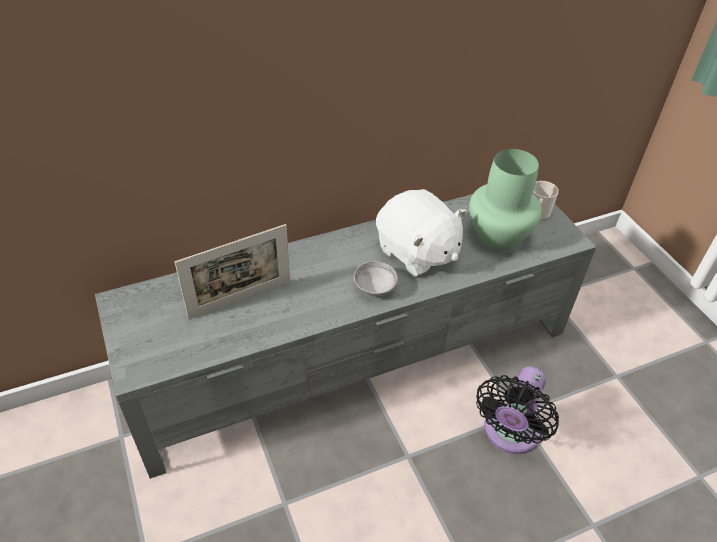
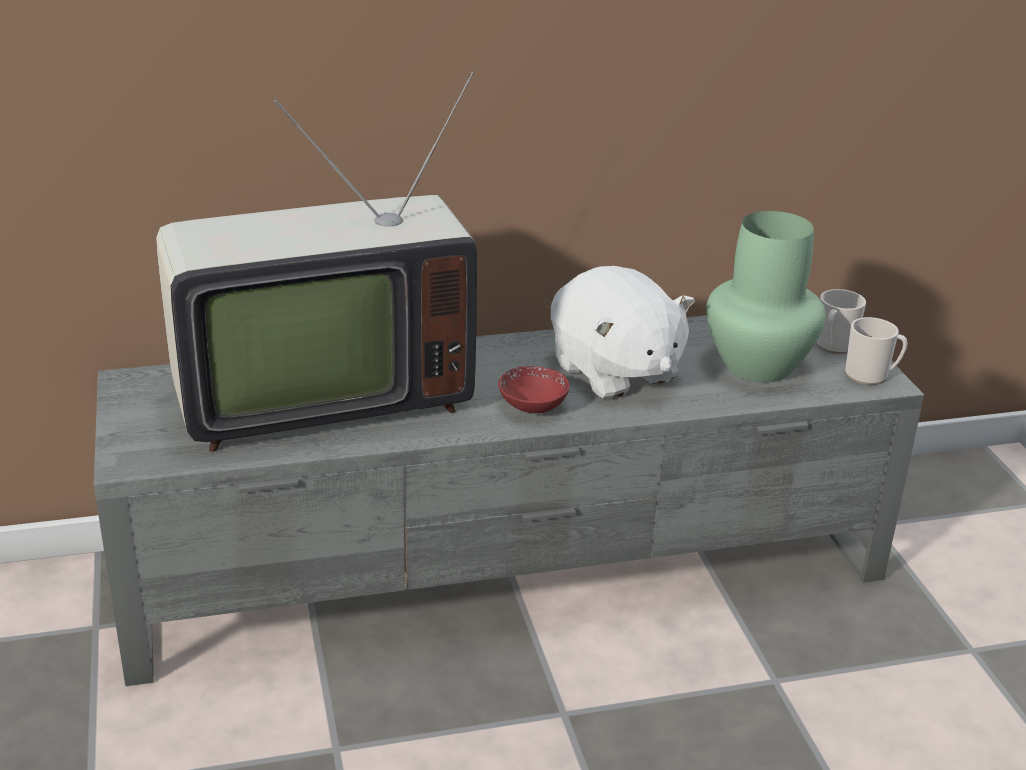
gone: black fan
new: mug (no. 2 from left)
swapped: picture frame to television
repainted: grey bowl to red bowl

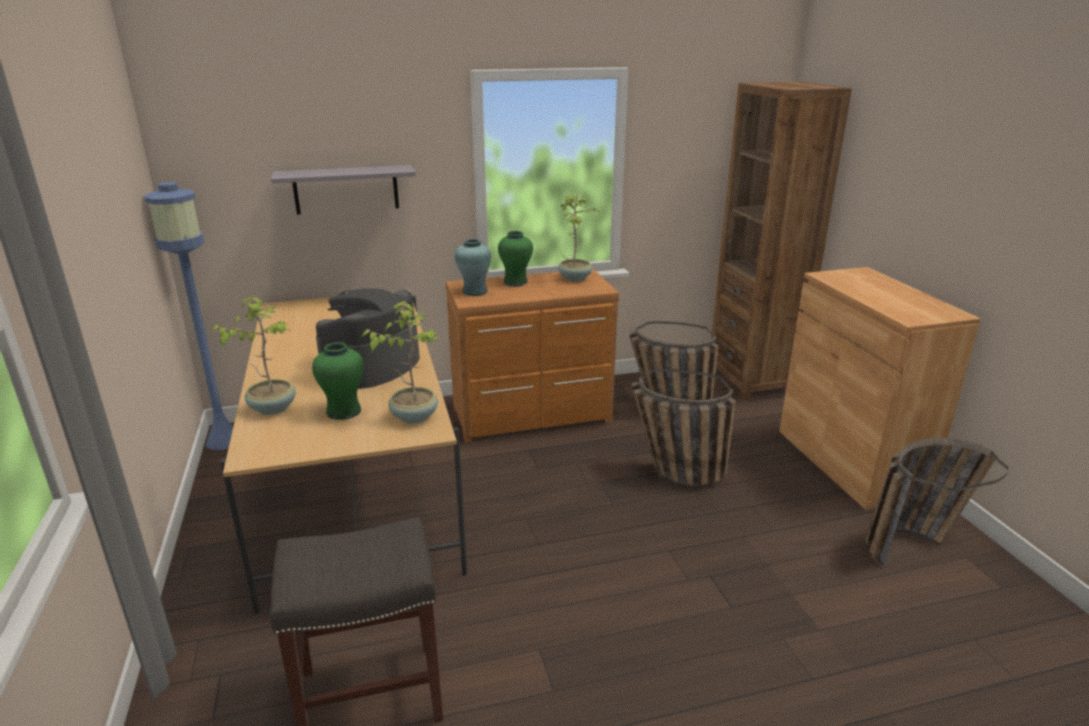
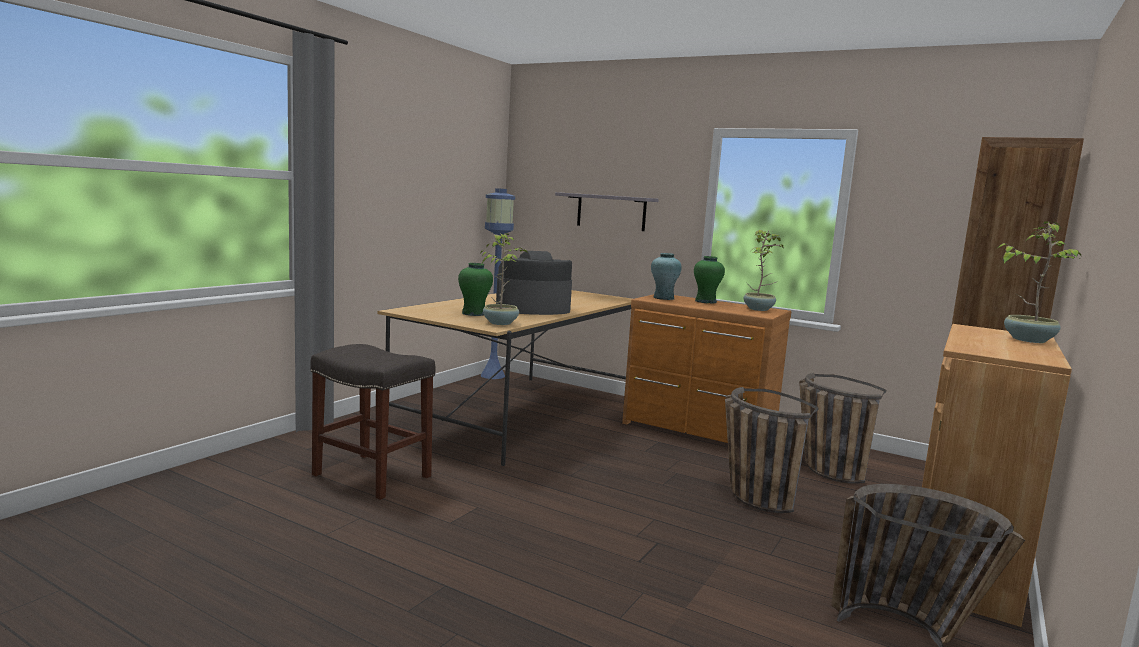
shifted: potted plant (no. 1 from left in the first image) to potted plant (no. 3 from left)

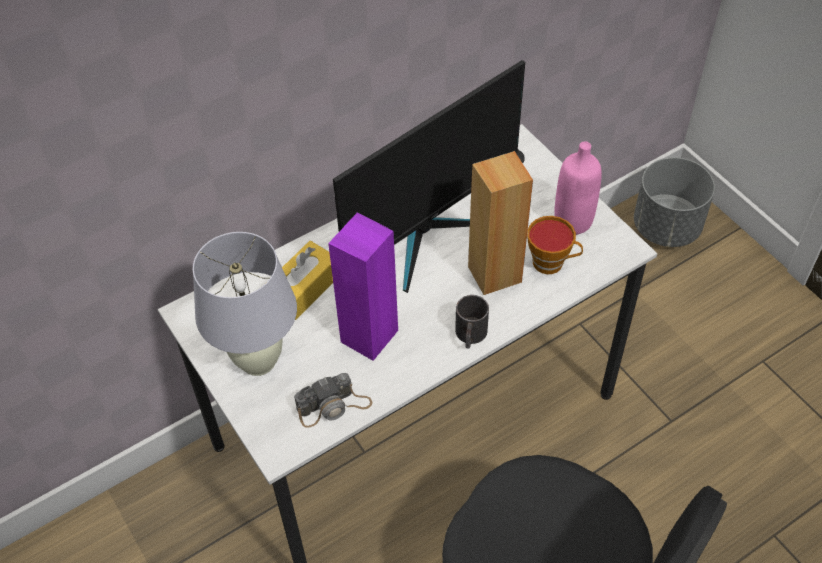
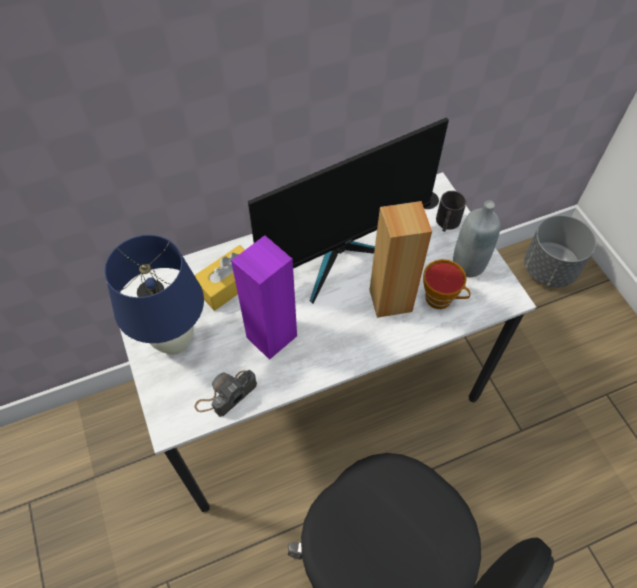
shifted: black mug
repainted: white table lamp to blue table lamp; pink bottle to grey bottle
rotated: photo camera 150 degrees clockwise

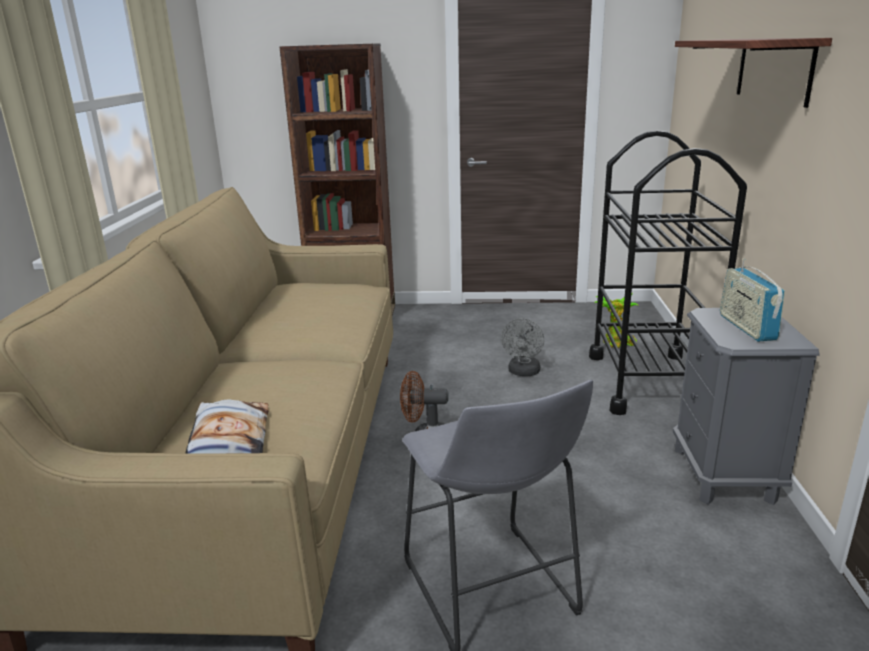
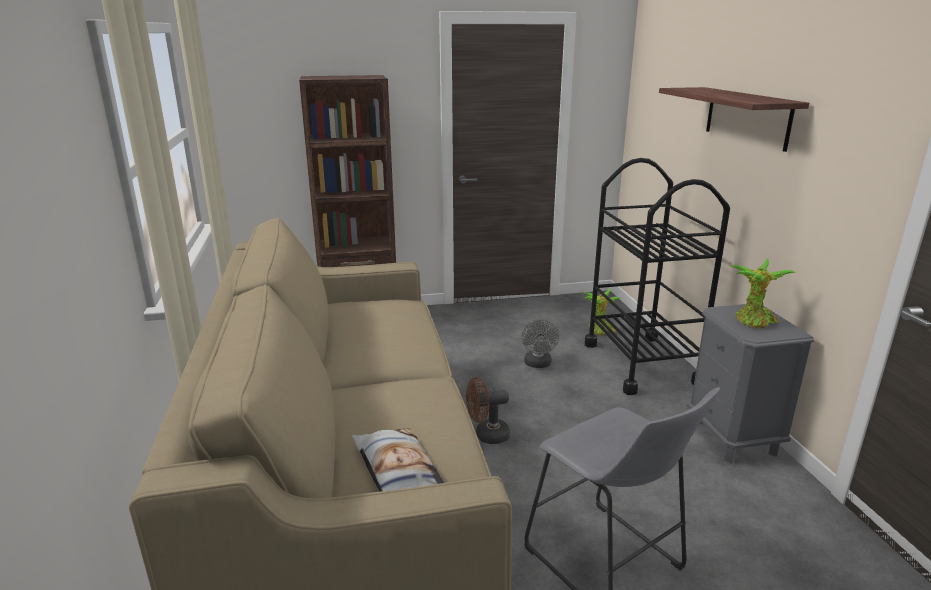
swapped: radio to potted plant (no. 2 from left)

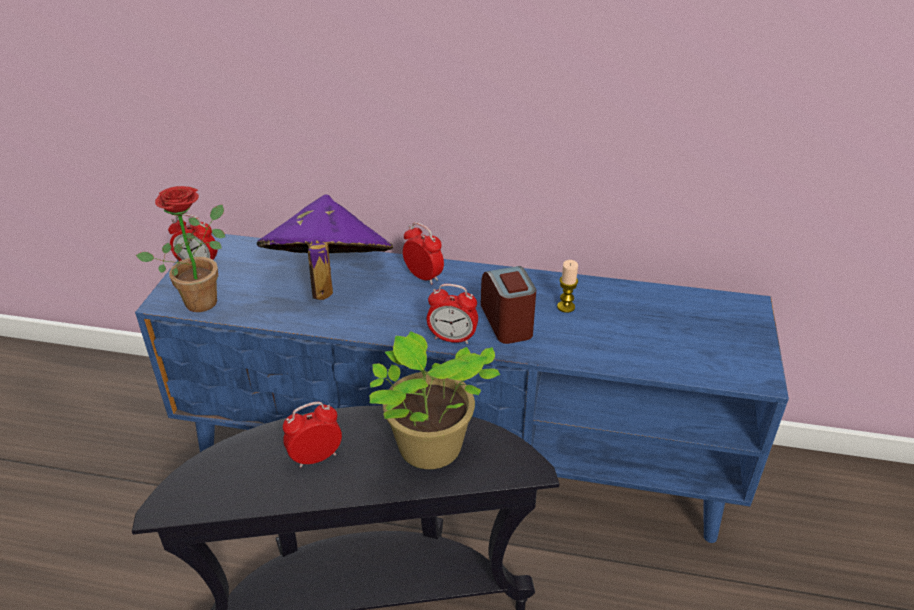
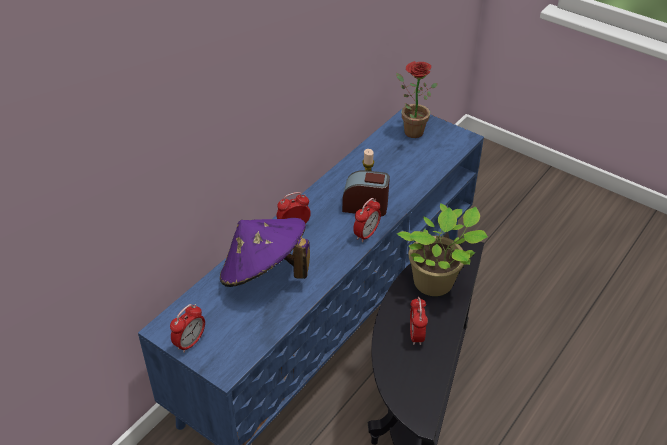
shifted: potted plant (no. 1 from left)

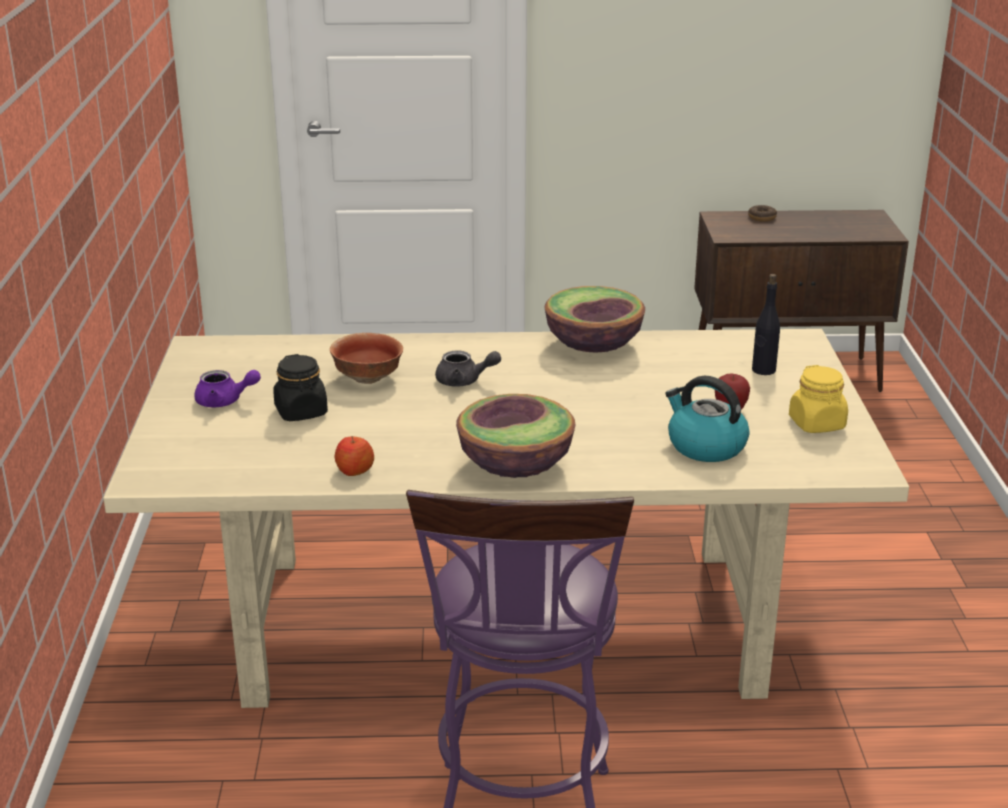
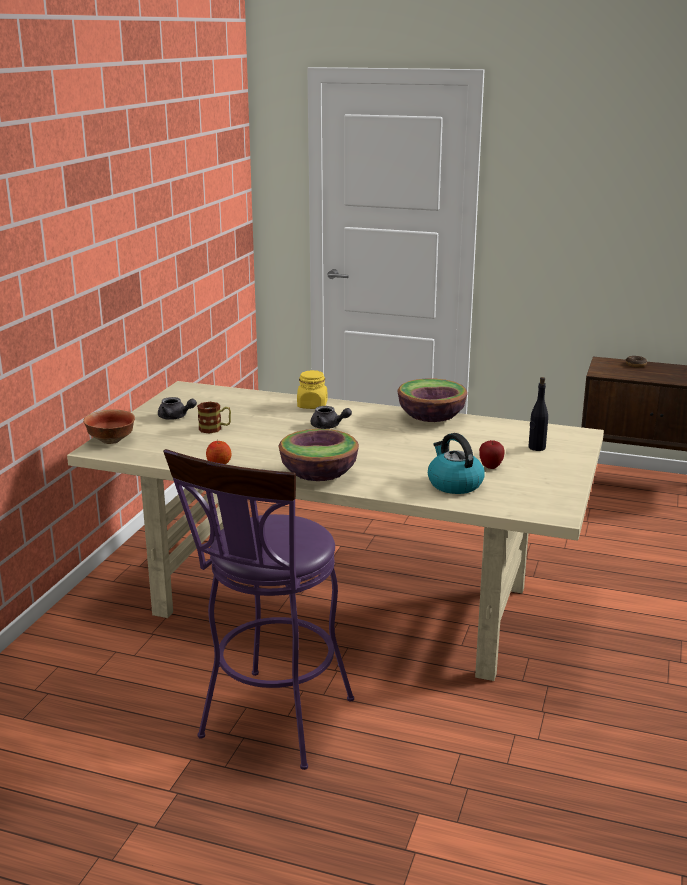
shifted: bowl (no. 1 from left); yellow jar
swapped: black jar to mug
repainted: purple teapot to grey teapot (no. 1 from left)

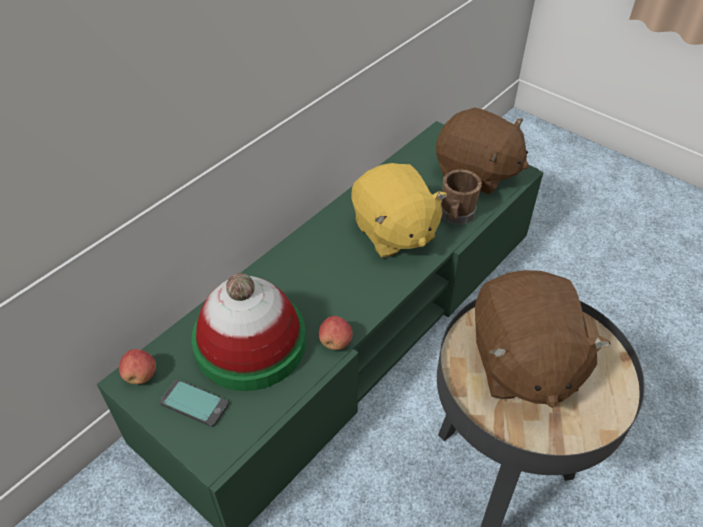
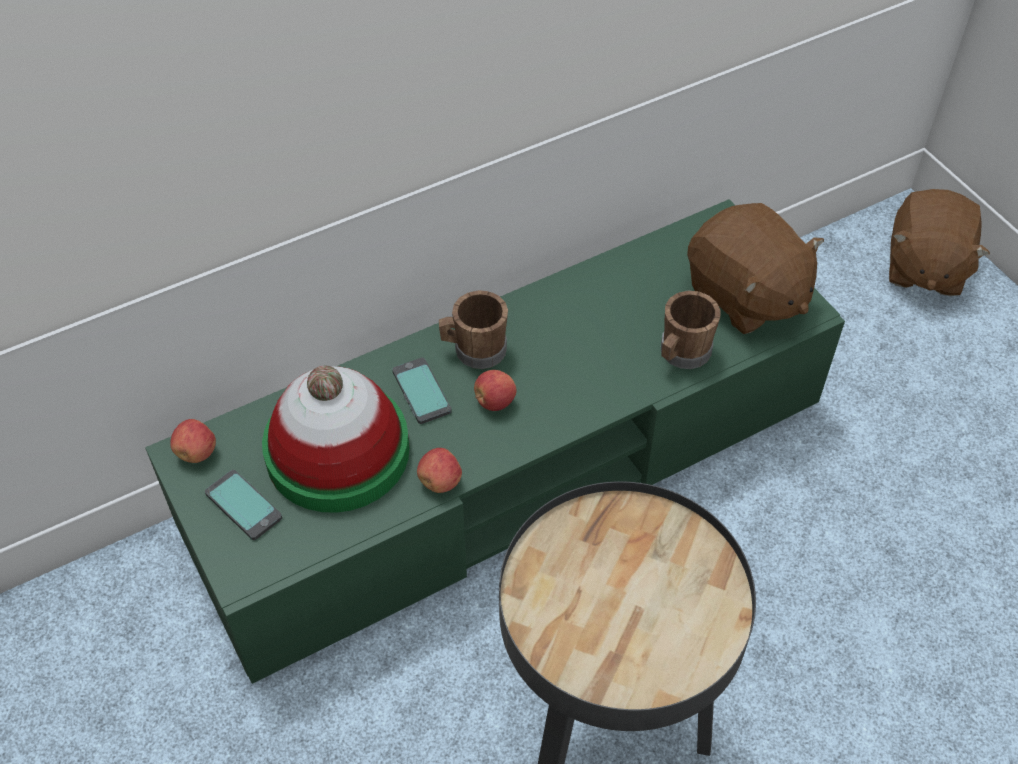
gone: yellow plush toy
new: phone (no. 2 from left); brown mug (no. 1 from left); apple (no. 3 from left)
shifted: brown plush toy (no. 2 from left)

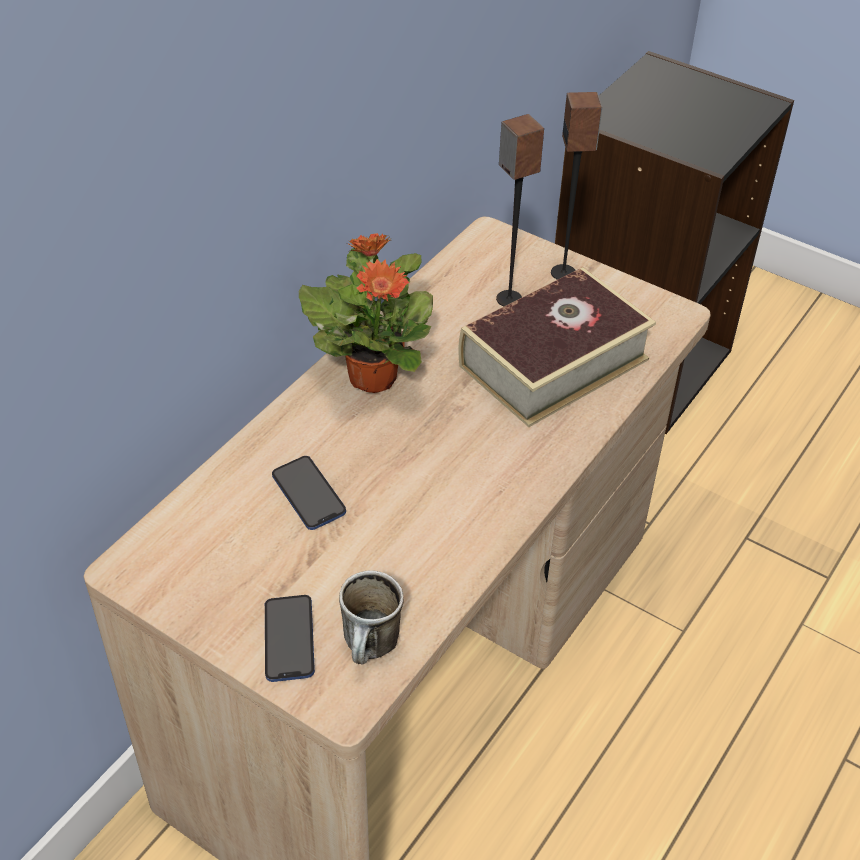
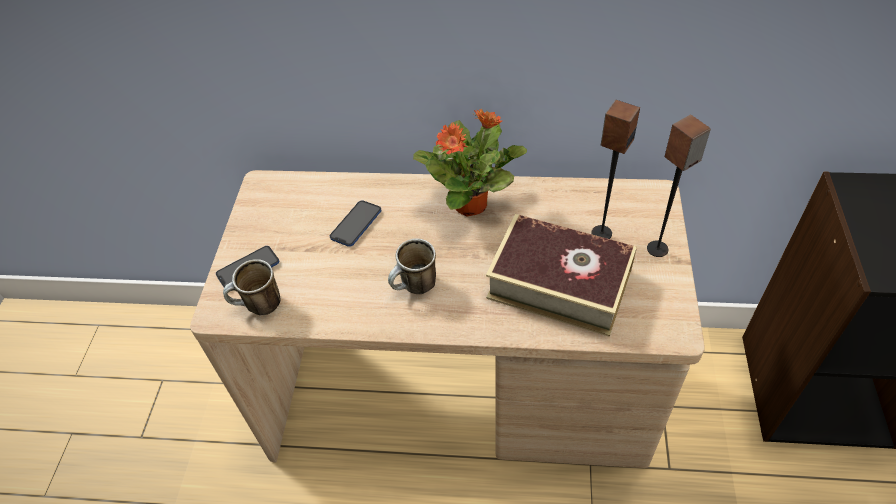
new: mug (no. 2 from left)

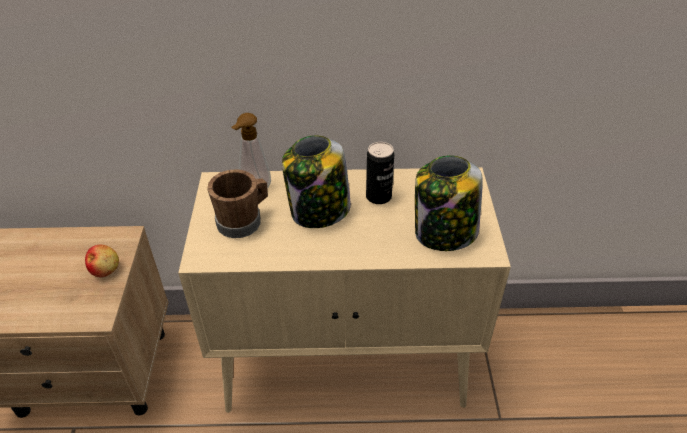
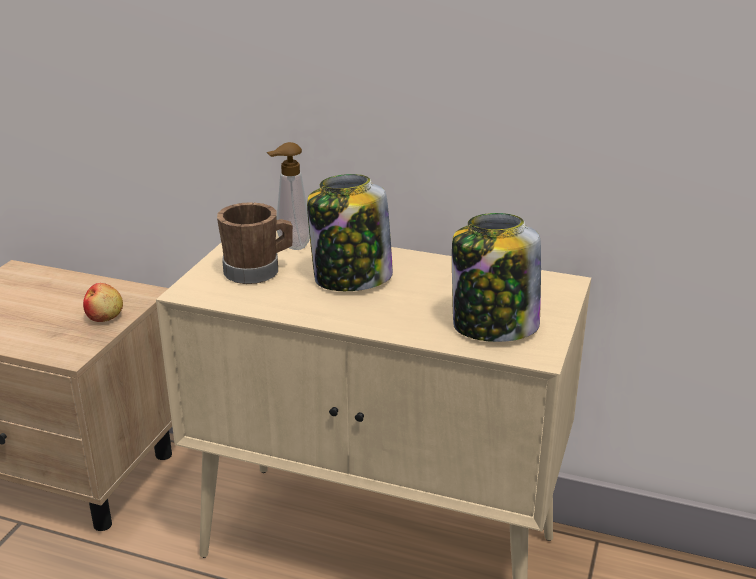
gone: can

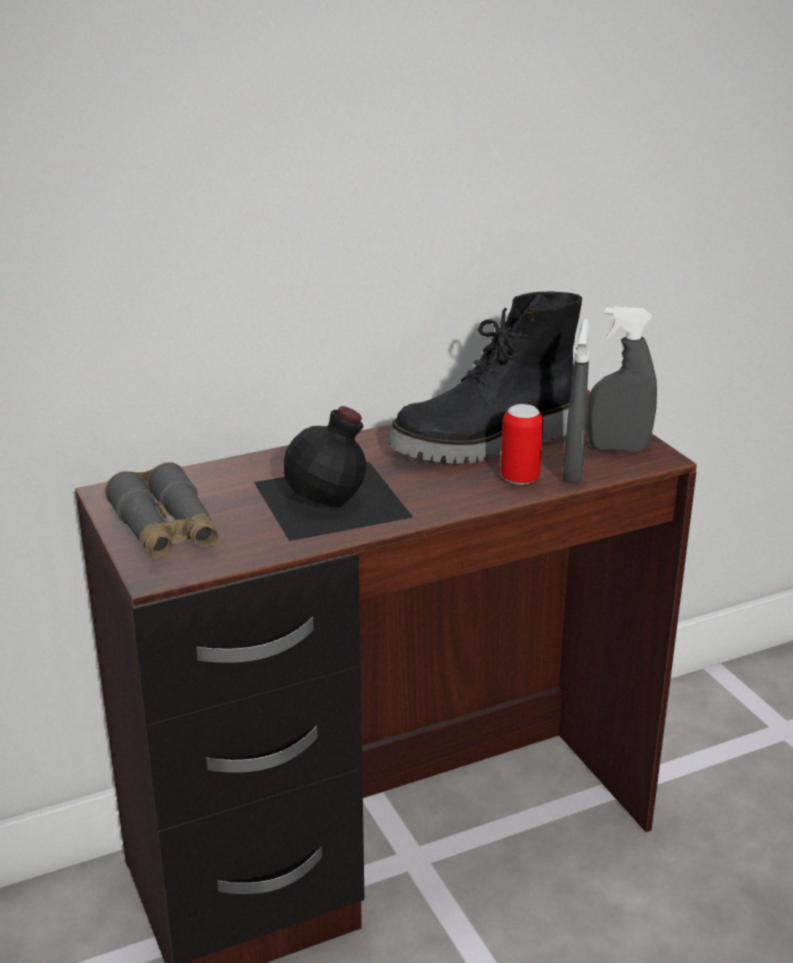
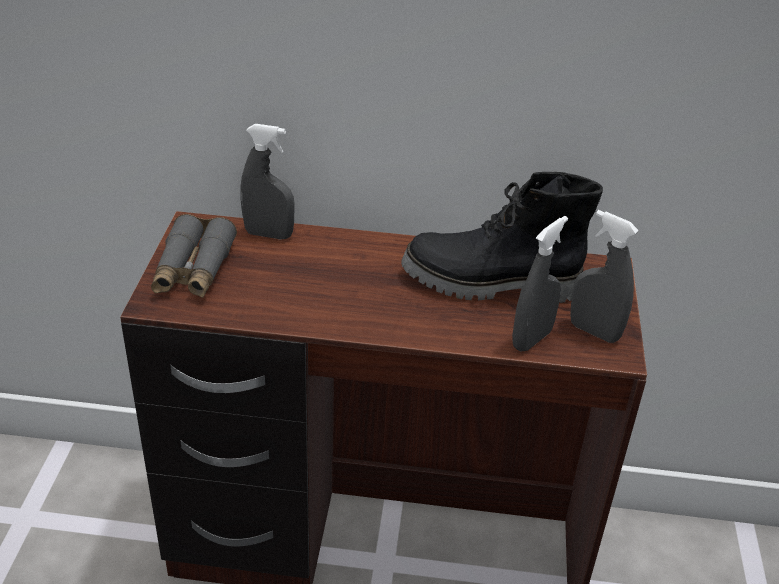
gone: black bottle; can
new: grey spray bottle (no. 1 from left)

